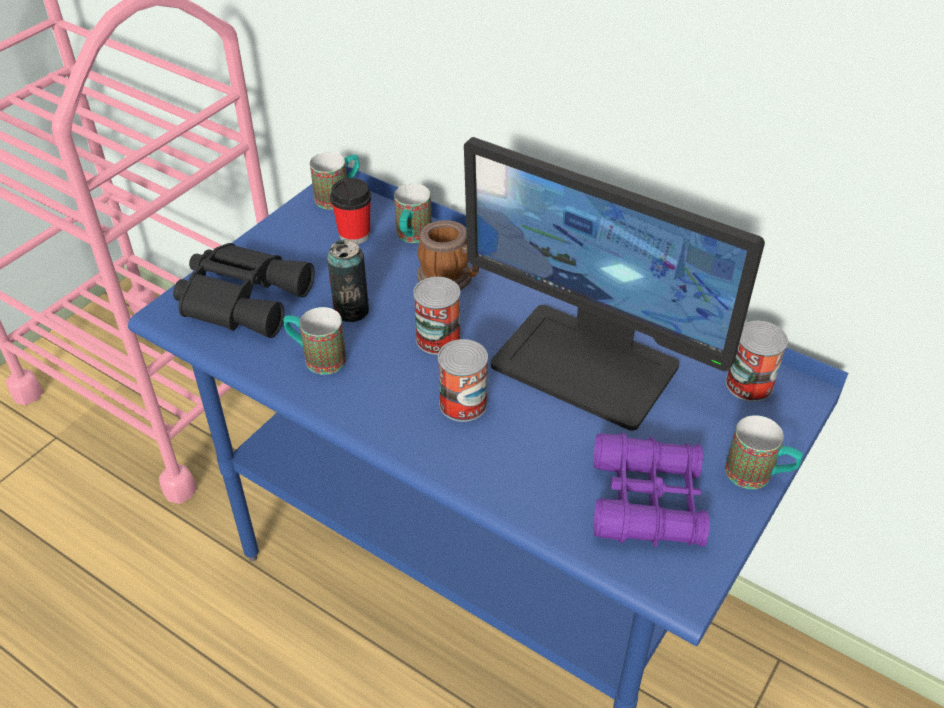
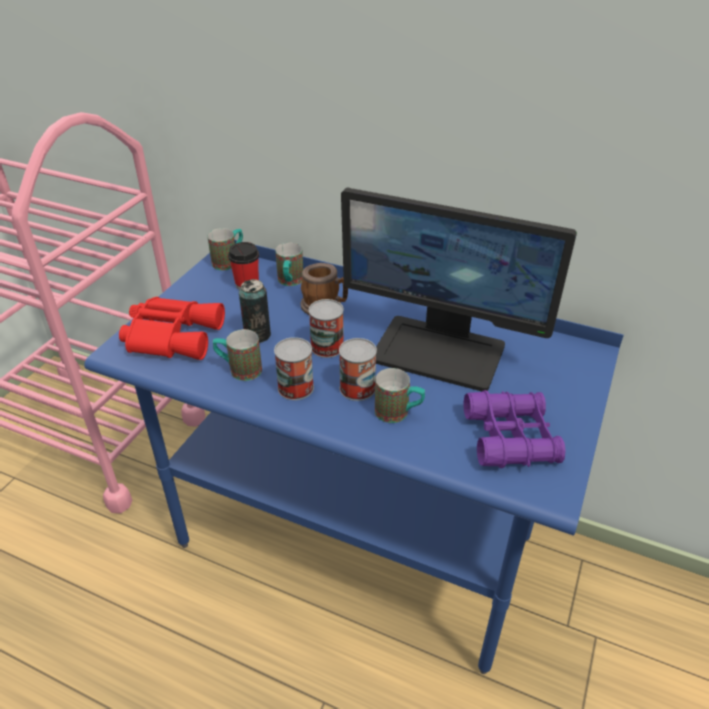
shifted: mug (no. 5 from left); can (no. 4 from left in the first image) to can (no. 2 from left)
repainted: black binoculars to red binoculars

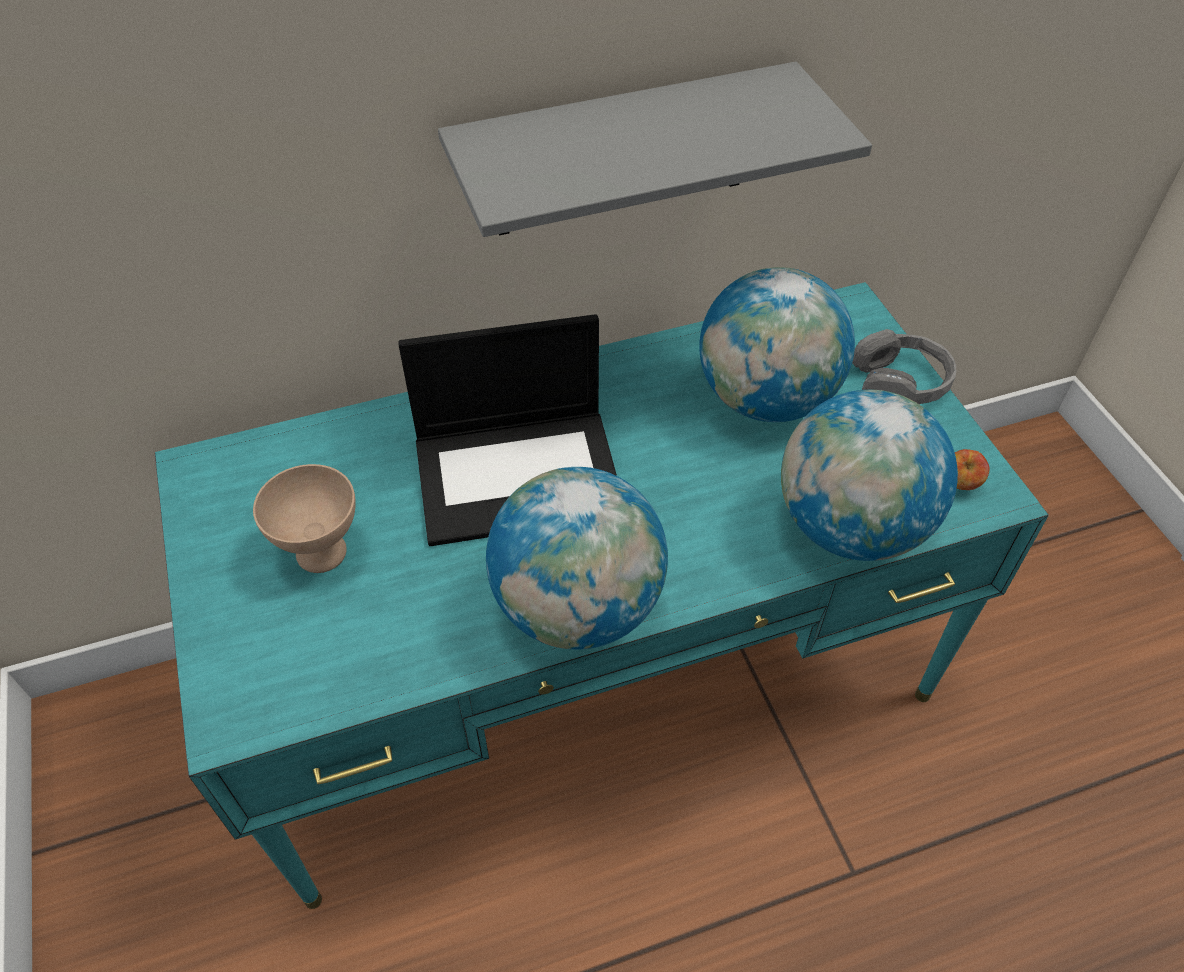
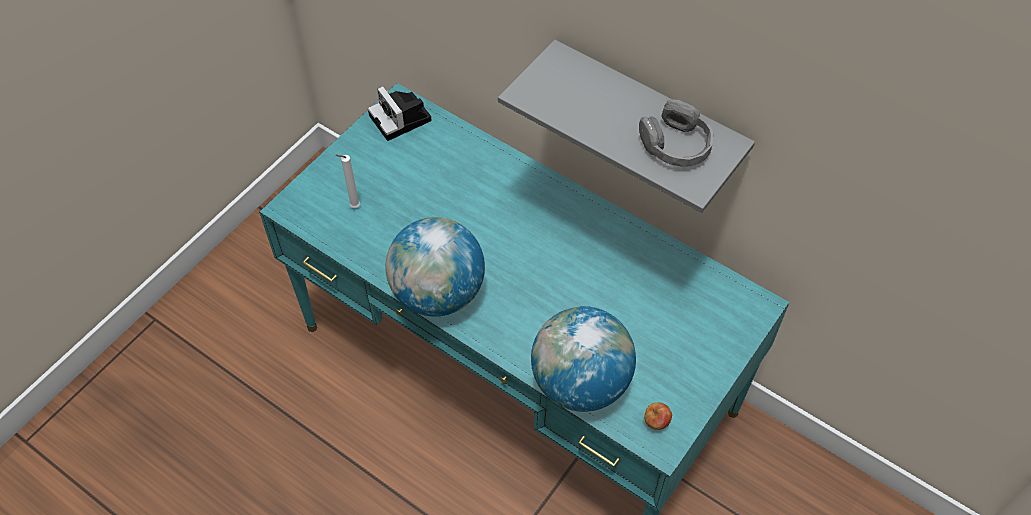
gone: beige bowl; laptop; globe (no. 2 from left)
new: white candle; photo camera
shifted: grey headphones

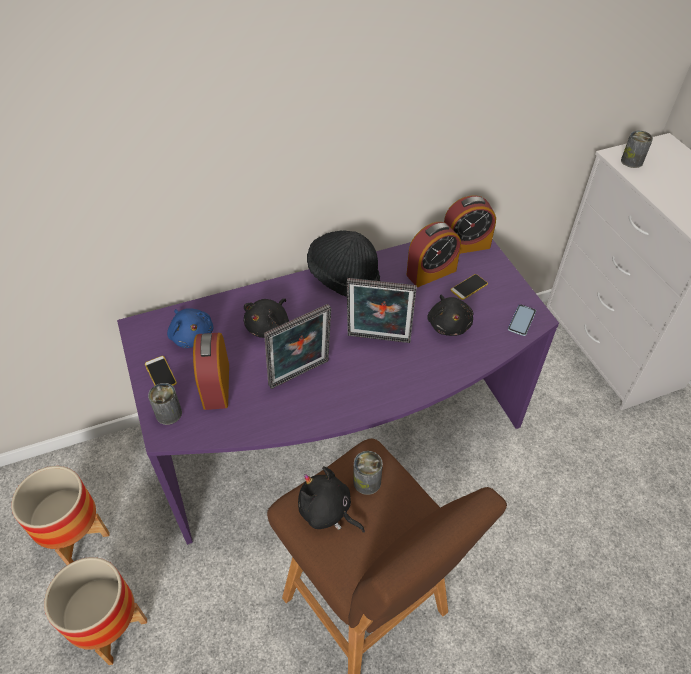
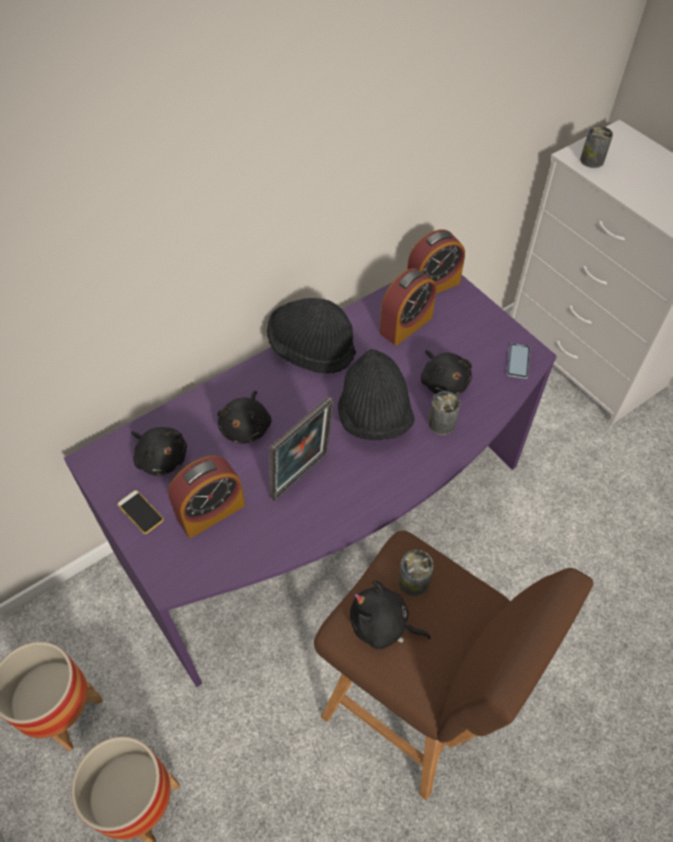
gone: phone (no. 2 from left)
shifted: can (no. 1 from left in the first image) to can (no. 2 from left)
swapped: picture frame (no. 2 from left) to black hat (no. 2 from left)
repainted: blue plush toy to black plush toy (no. 1 from left)
rotated: alarm clock (no. 1 from left) 105 degrees counterclockwise

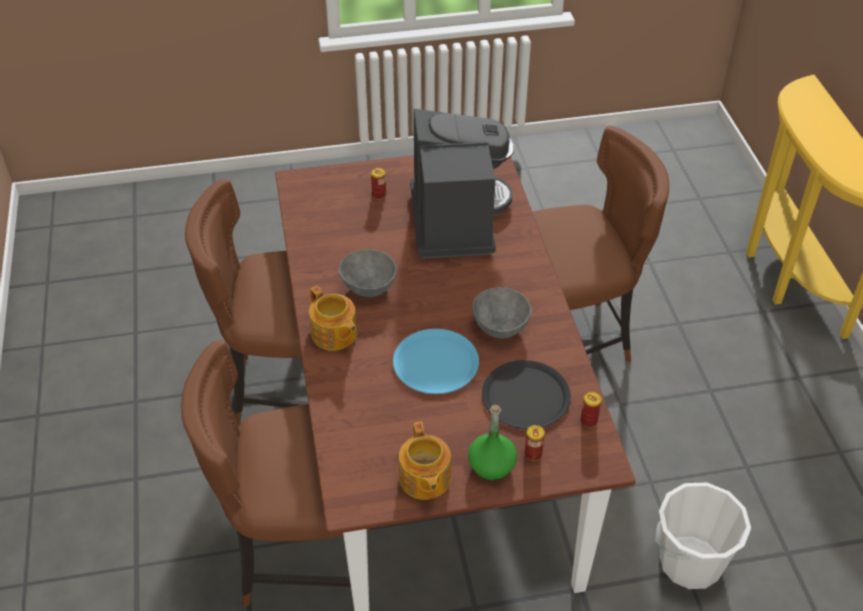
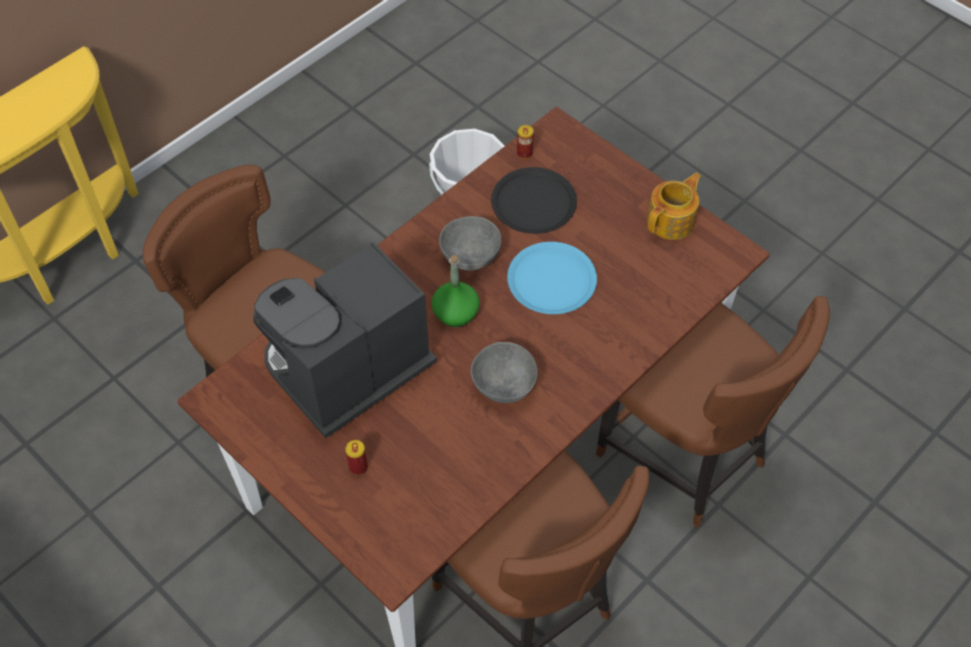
gone: teapot (no. 1 from left); can (no. 2 from left)
shifted: green bottle

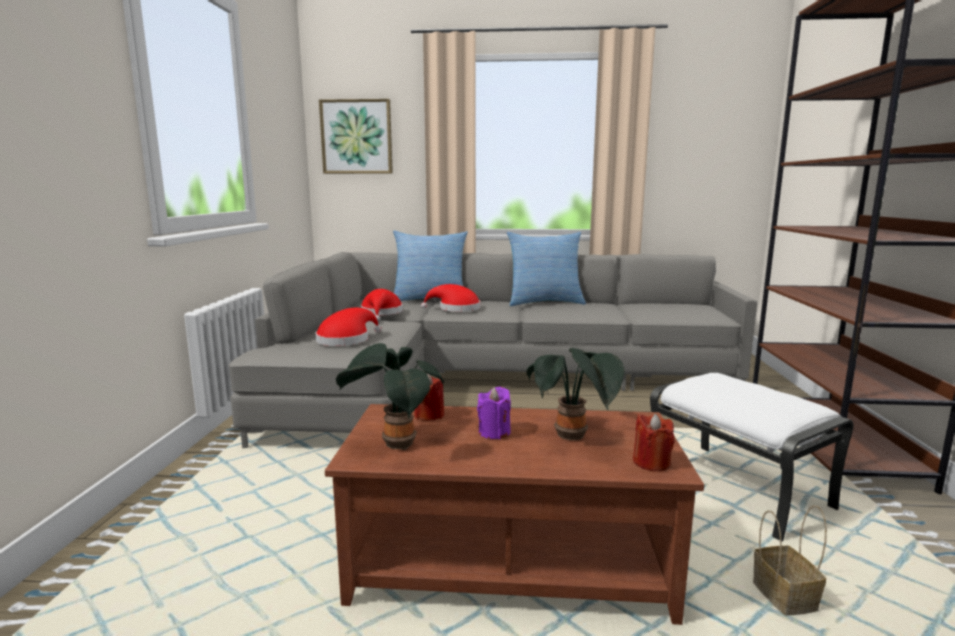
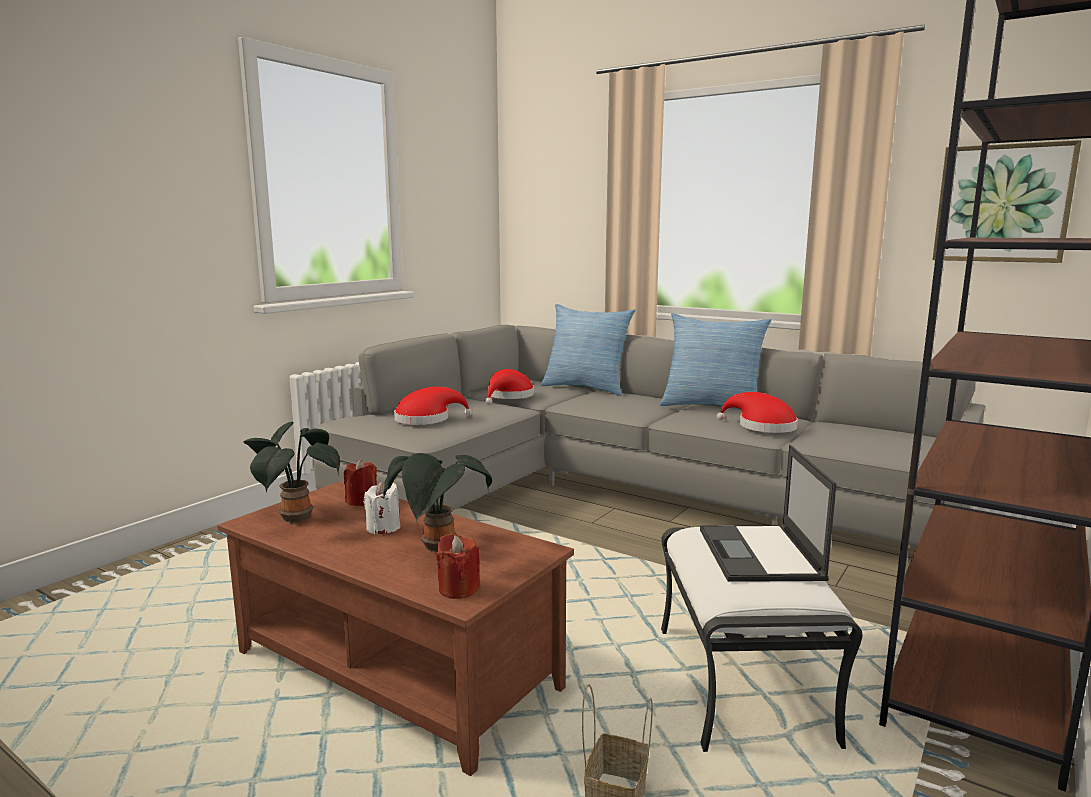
new: laptop
shifted: picture; red hat (no. 3 from left)
repainted: purple candle to white candle

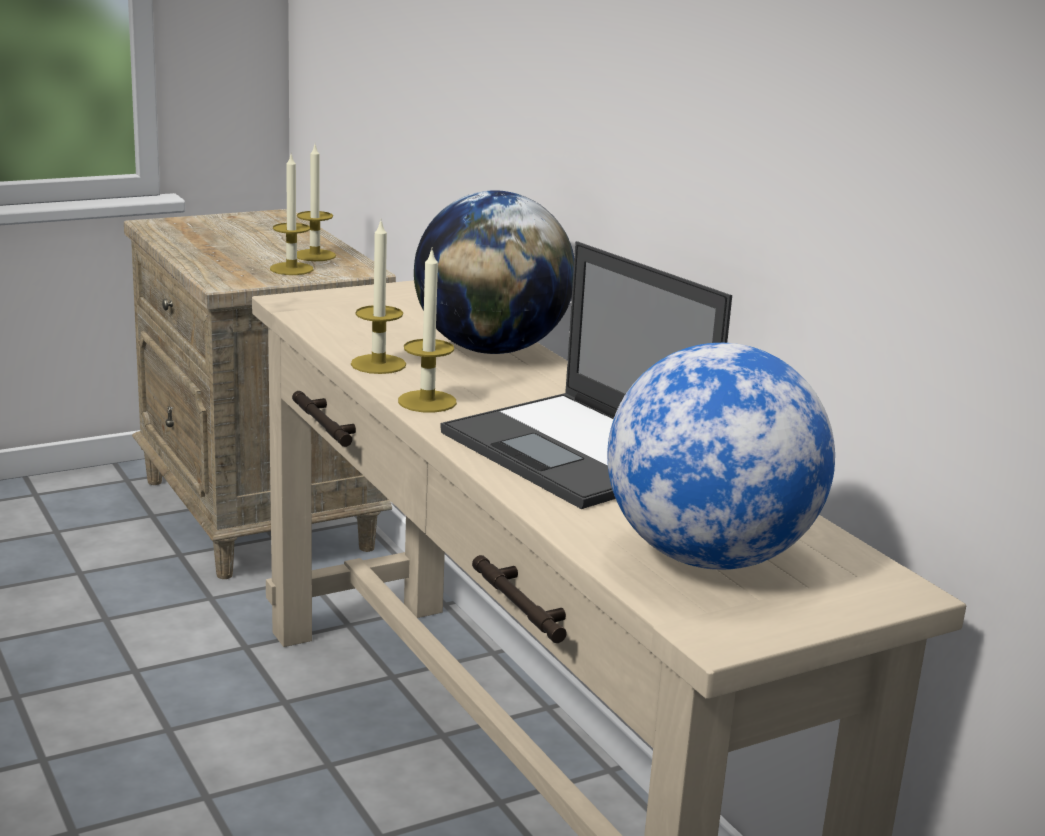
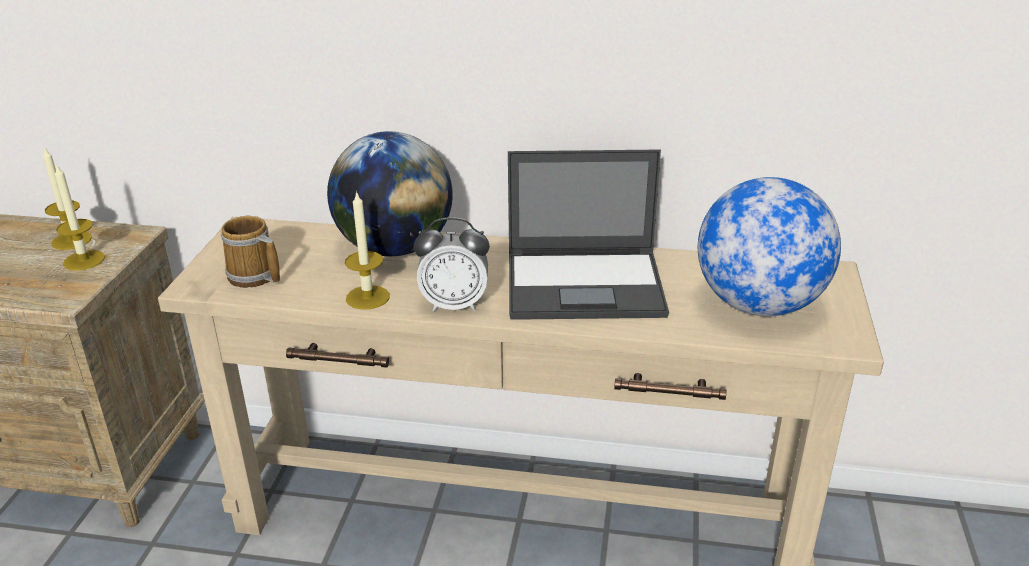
new: mug
swapped: candle (no. 4 from left) to alarm clock

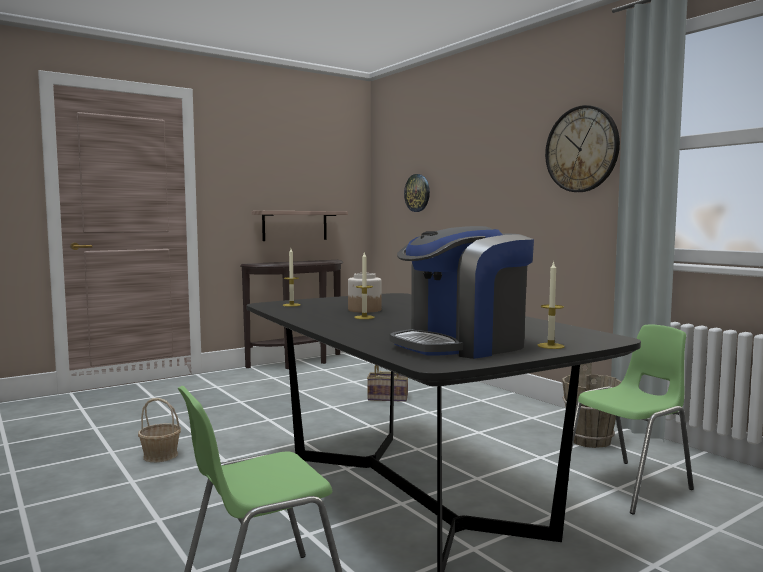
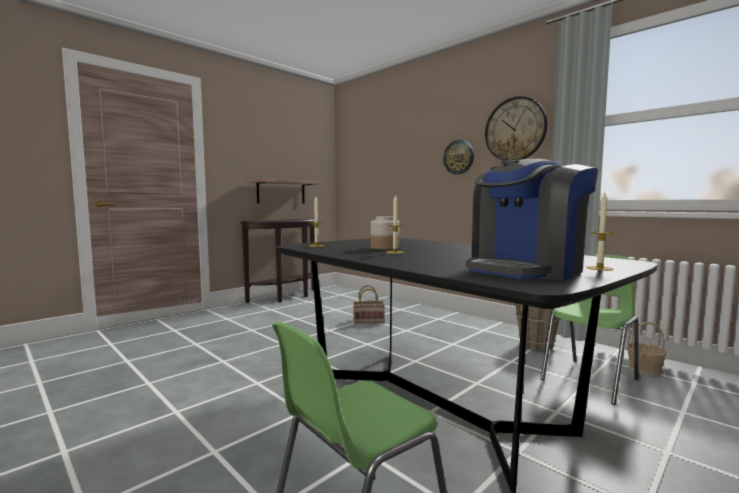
shifted: basket (no. 1 from left in the first image) to basket (no. 2 from left); wall clock (no. 1 from left)

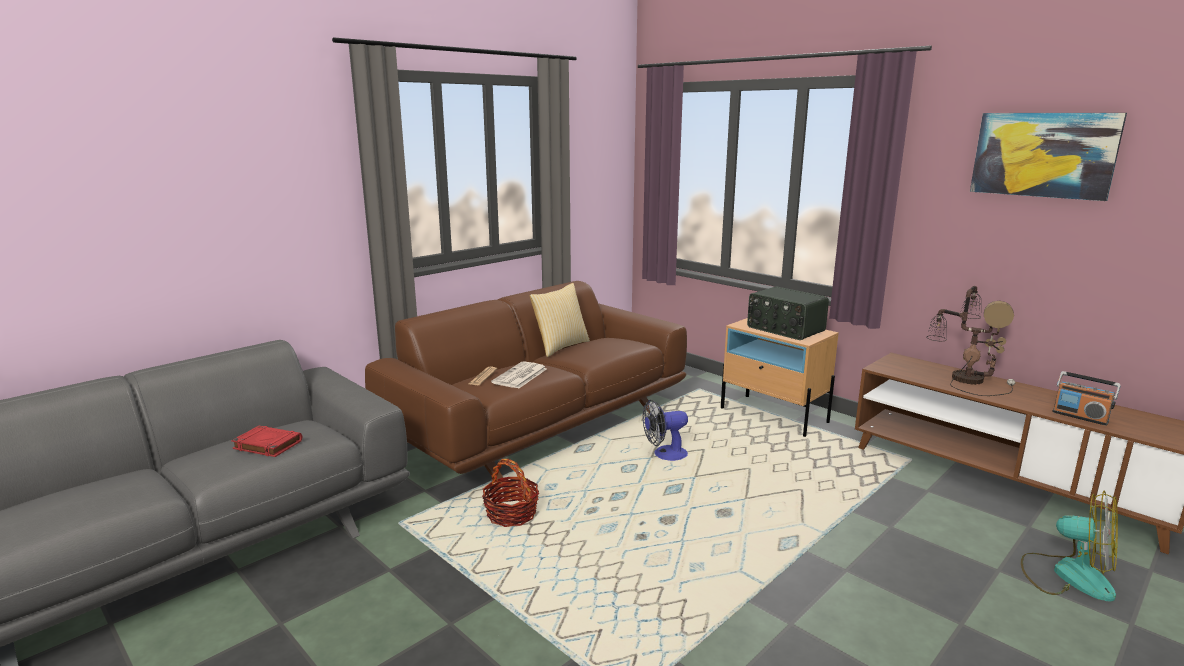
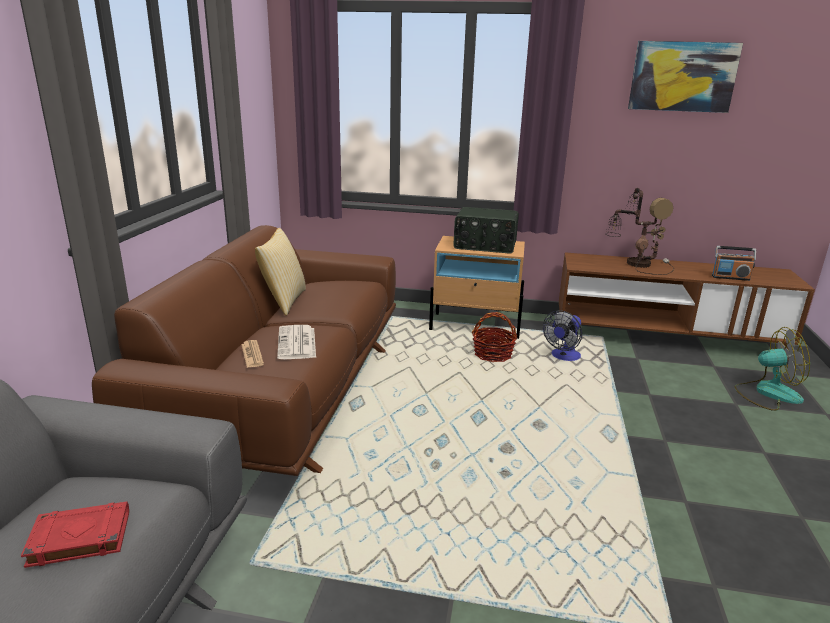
shifted: basket; fan (no. 1 from left)

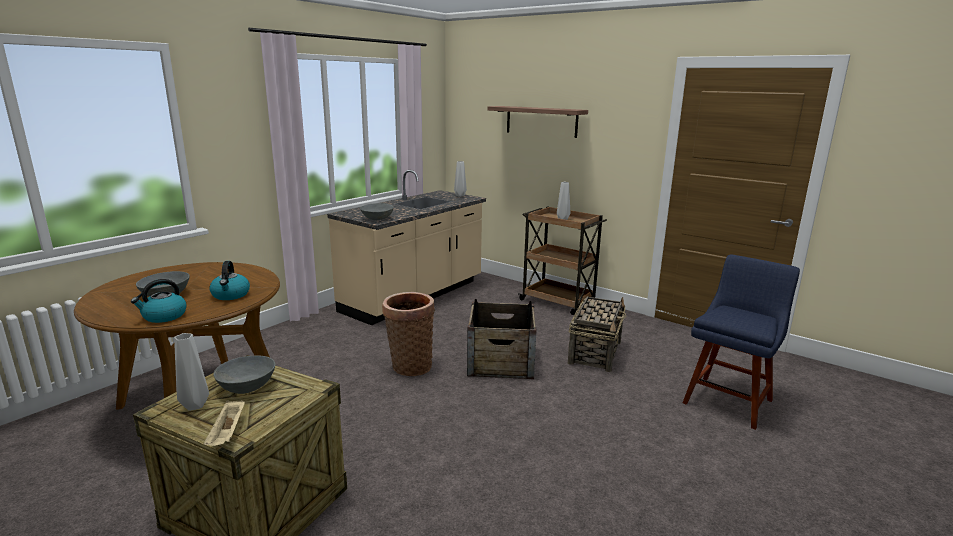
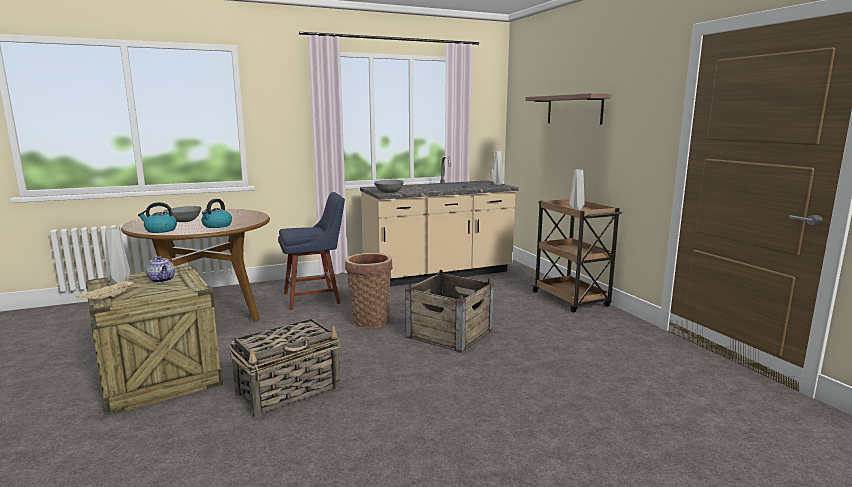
shifted: basket (no. 2 from left in the first image) to basket (no. 1 from left); blue chair
swapped: grey bowl (no. 2 from left) to teapot

